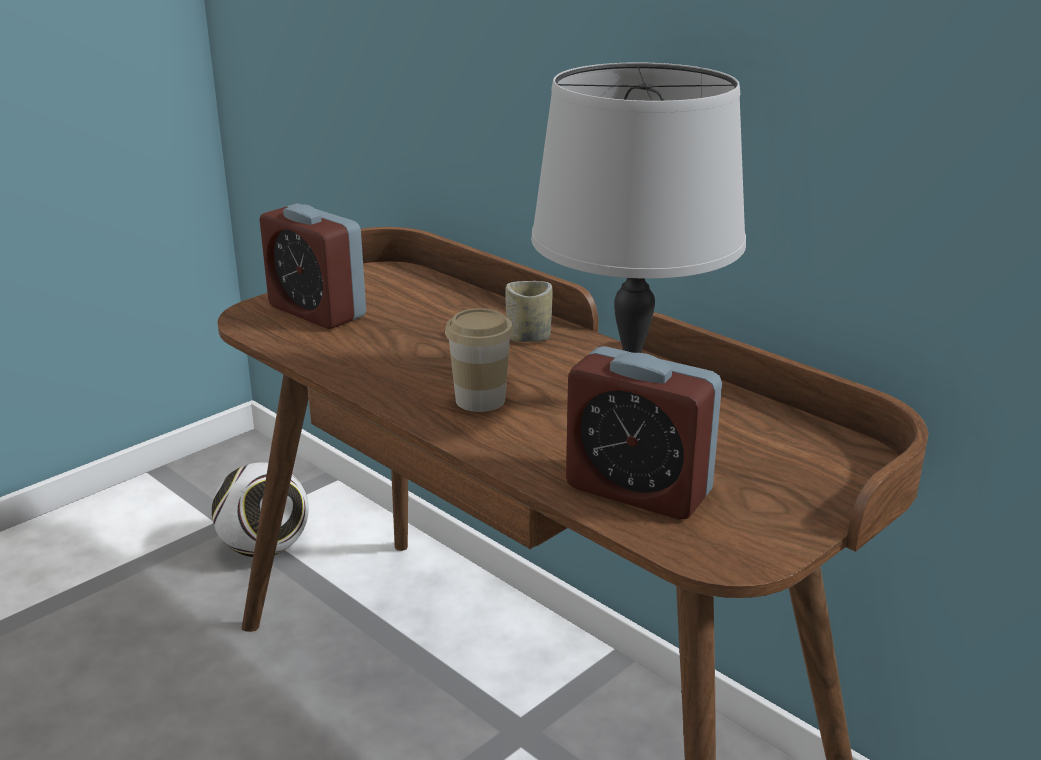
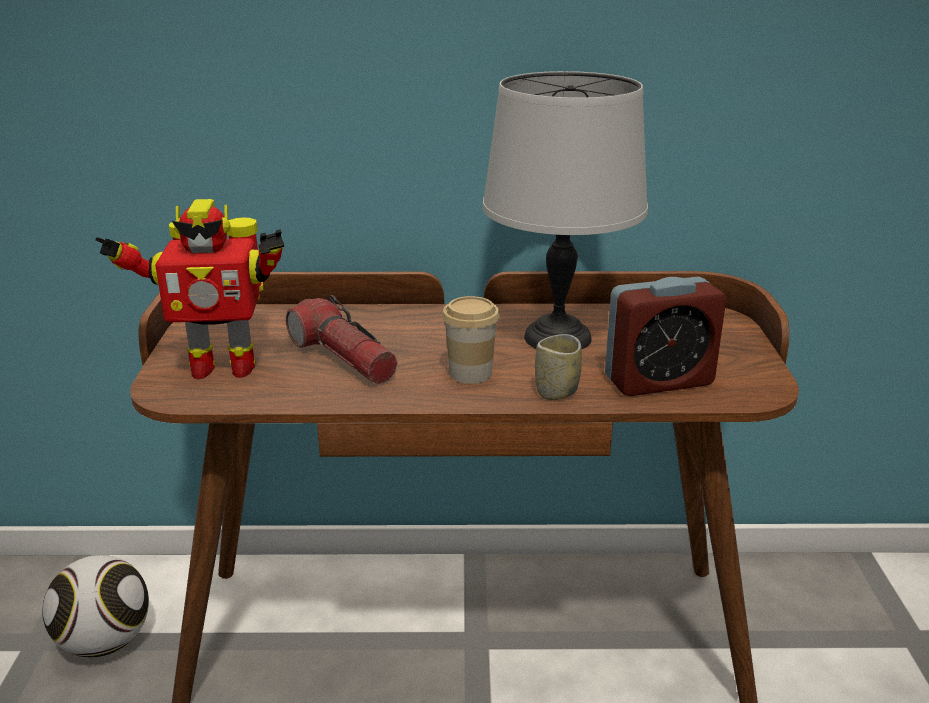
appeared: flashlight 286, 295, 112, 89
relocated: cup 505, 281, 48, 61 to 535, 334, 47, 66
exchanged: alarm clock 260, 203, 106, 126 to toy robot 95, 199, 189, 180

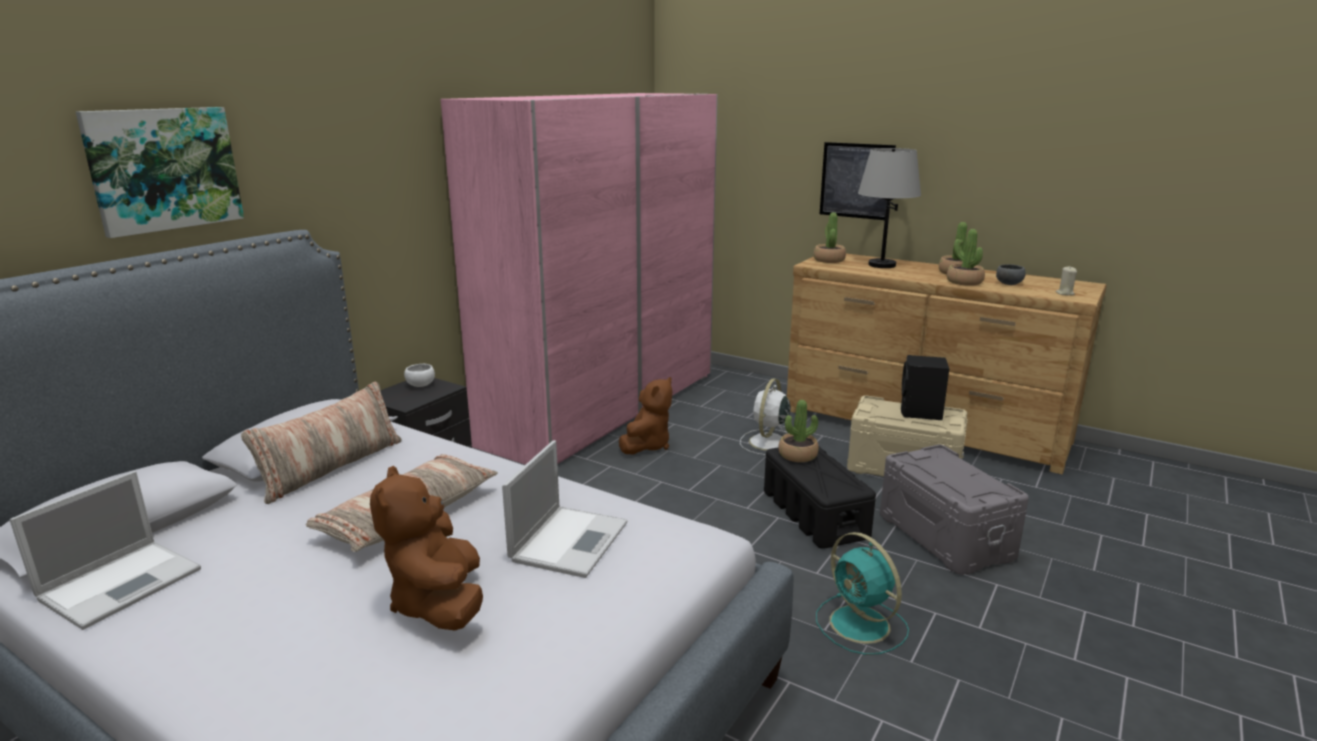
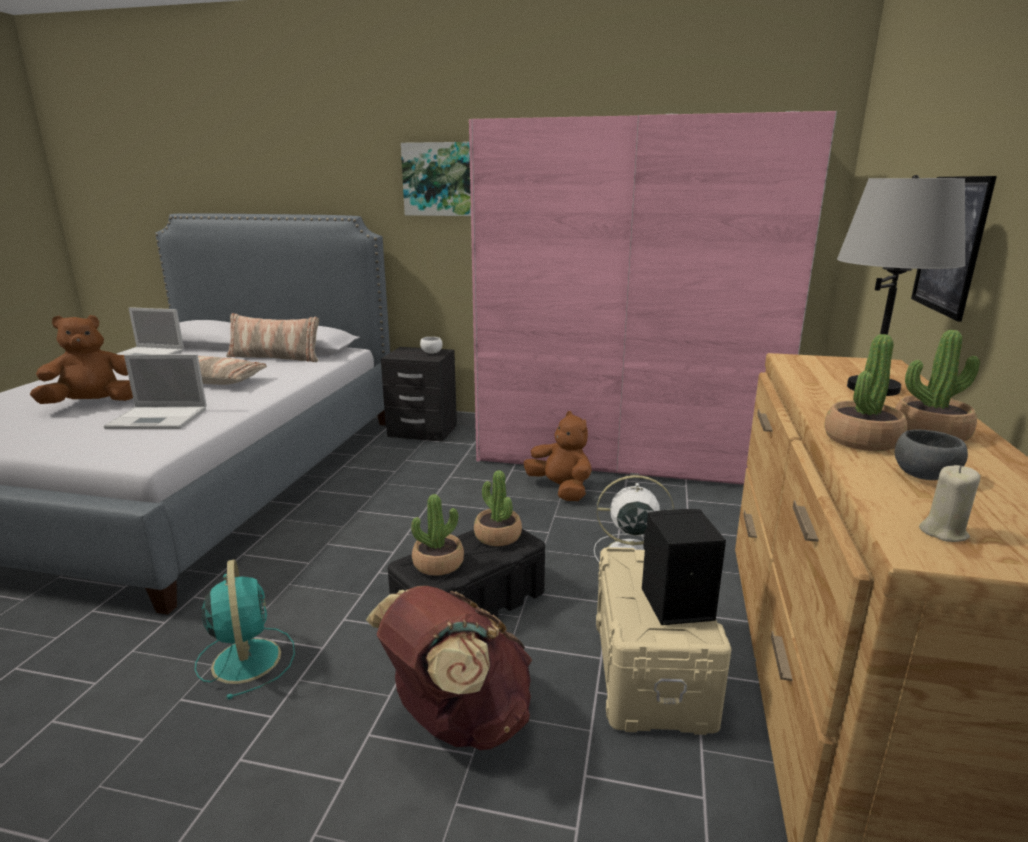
relocated: picture 76, 107, 168, 131 to 401, 142, 70, 74; potted plant 814, 212, 32, 51 to 411, 494, 53, 82
exchanged: grey storage box 880, 445, 149, 130 to brown backpack 366, 586, 166, 164
spun: turquoise fan 816, 532, 93, 123 = 195, 559, 100, 141 120 degrees clockwise; brown plush toy 619, 377, 53, 77 = 524, 411, 68, 90 135 degrees counterclockwise

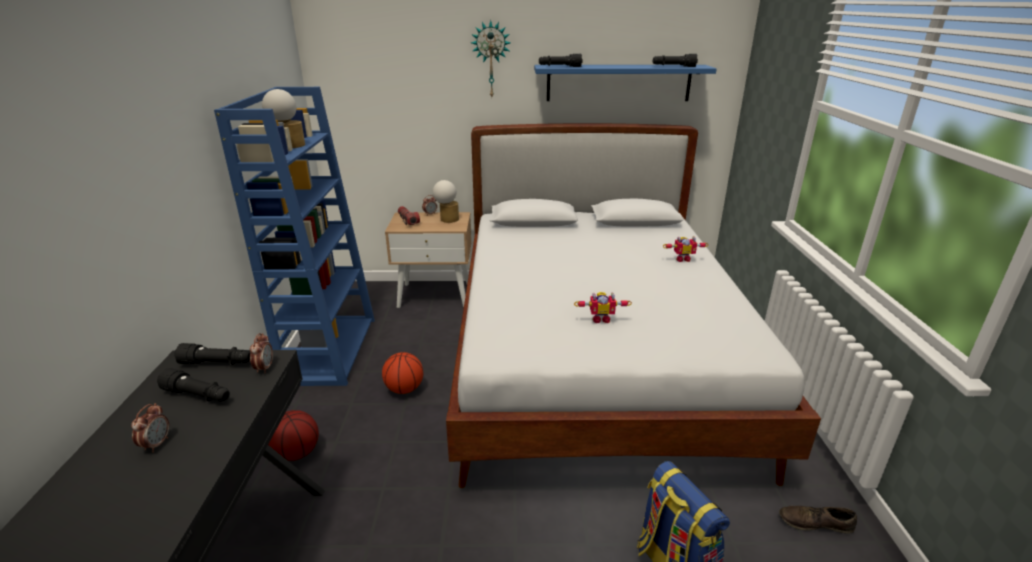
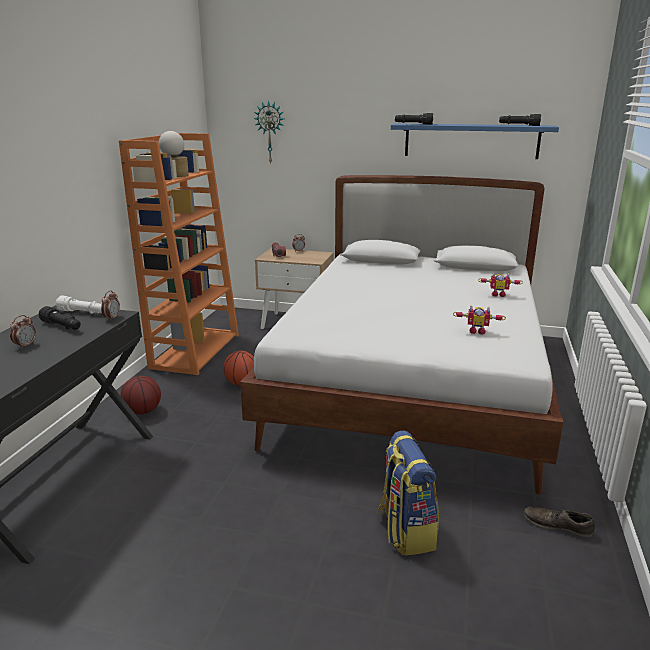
missing: table lamp 433, 180, 26, 43
relocated: wall clock 471, 20, 40, 77 to 253, 100, 31, 64; toy robot 574, 292, 58, 31 to 453, 305, 53, 30
colour: black flashlight 174, 343, 77, 22 to white flashlight 56, 295, 46, 19; blue bookcase 214, 87, 161, 299 to orange bookcase 119, 133, 120, 242

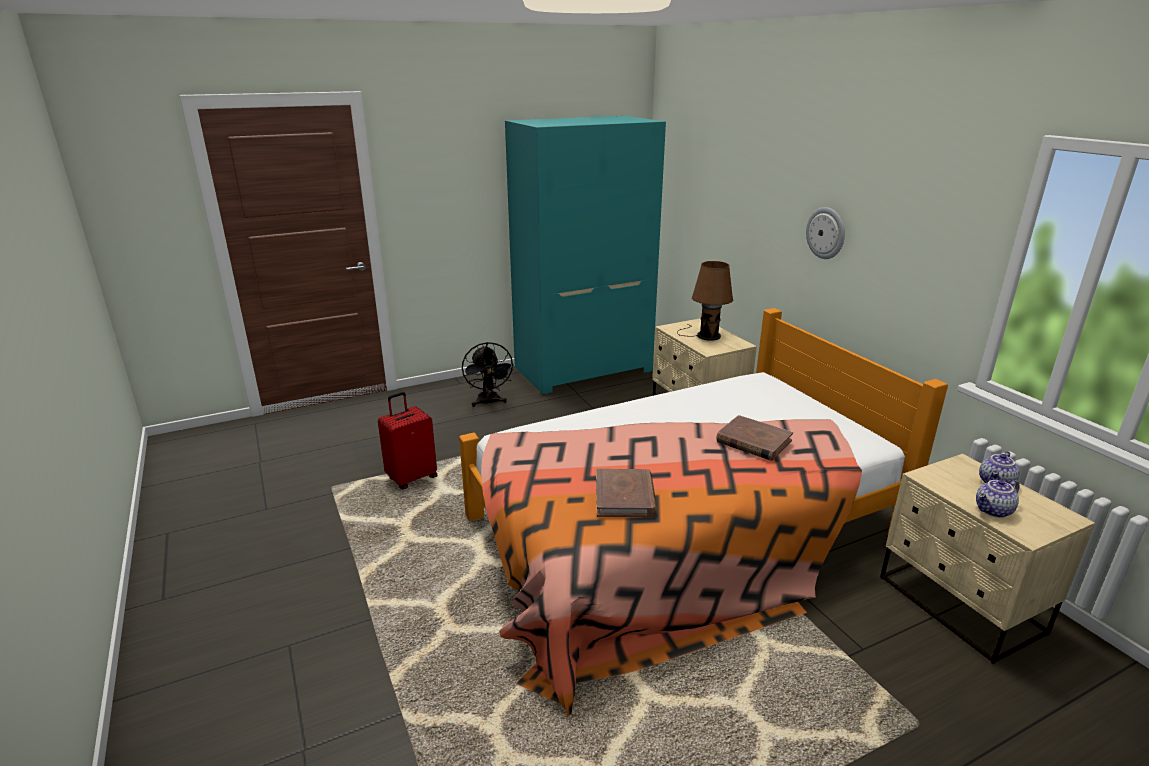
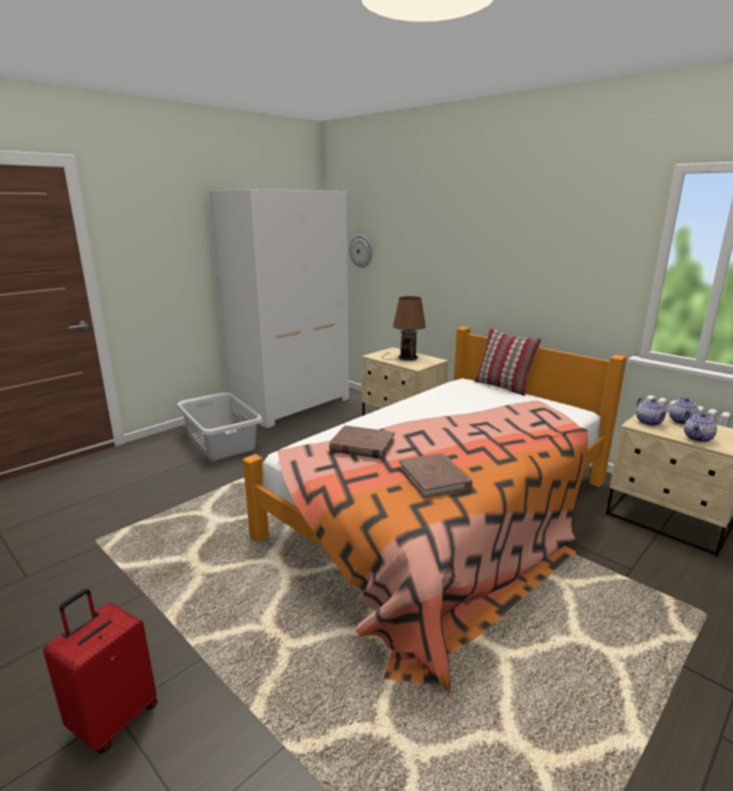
appeared: pillow 474, 328, 67, 68; teapot 636, 397, 32, 29
relocated: red suitcase 378, 392, 59, 97 to 43, 589, 114, 165; brown book 716, 415, 77, 46 to 329, 425, 66, 34; wall clock 806, 207, 39, 52 to 349, 235, 23, 33
exchanged: black fan 462, 342, 52, 65 to grey laundry basket 177, 392, 86, 68
colour: turquoise wardrobe 505, 116, 161, 279 to white wardrobe 209, 189, 140, 240

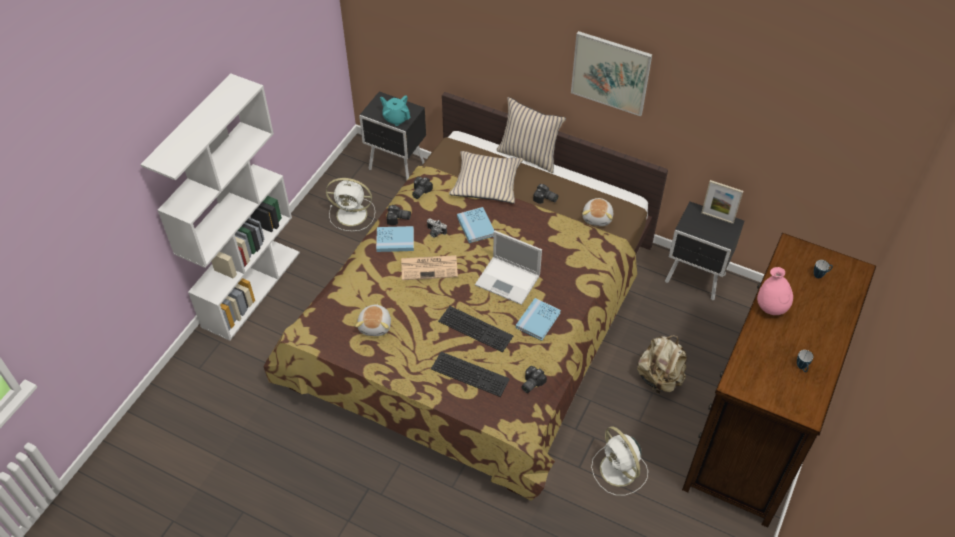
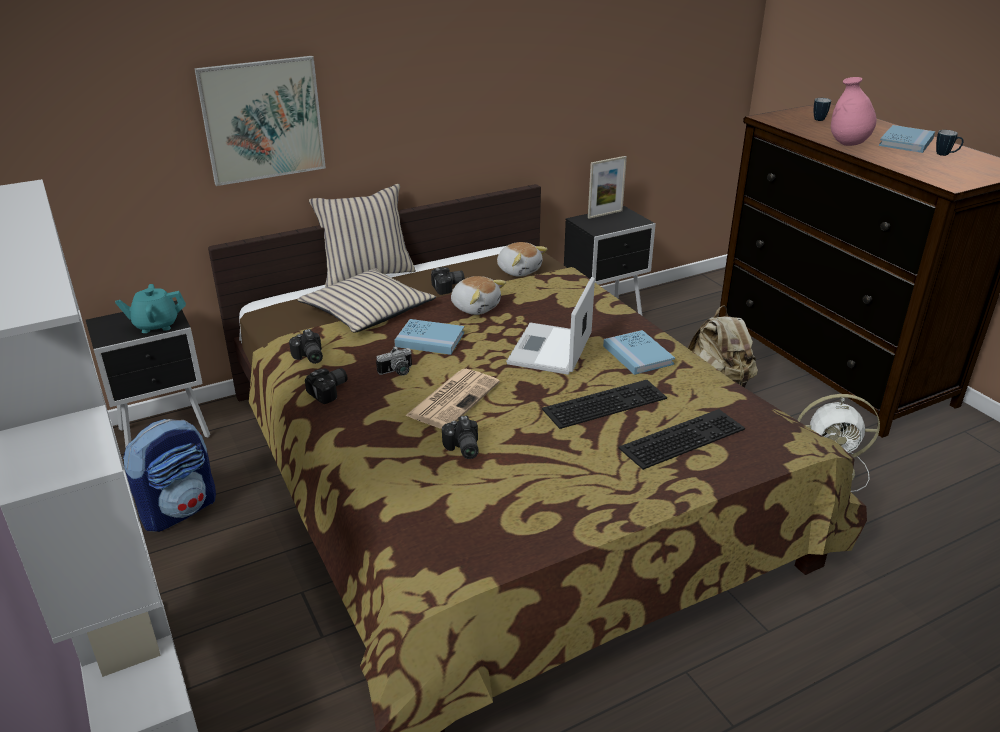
relocated: picture 571, 31, 81, 85 to 194, 56, 132, 130; photo camera 521, 366, 26, 27 to 442, 416, 37, 43; plush toy 355, 304, 36, 32 to 451, 276, 55, 39; blue book 376, 226, 38, 26 to 879, 125, 56, 28
exchanged: white fan 326, 178, 49, 53 to backpack 123, 419, 93, 113
spun: laptop 475, 231, 67, 74 = 506, 277, 89, 98 135 degrees clockwise

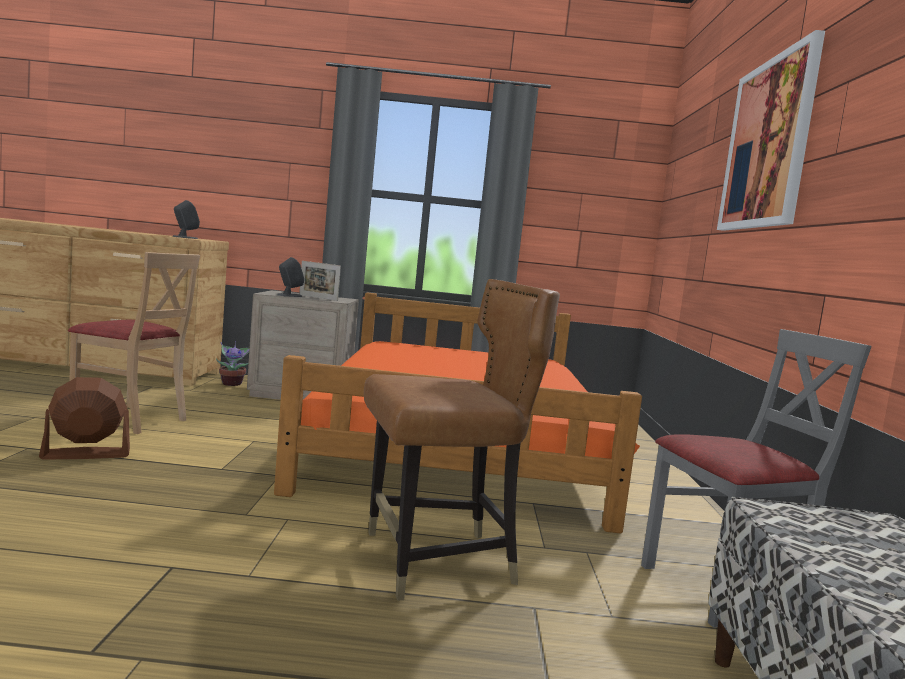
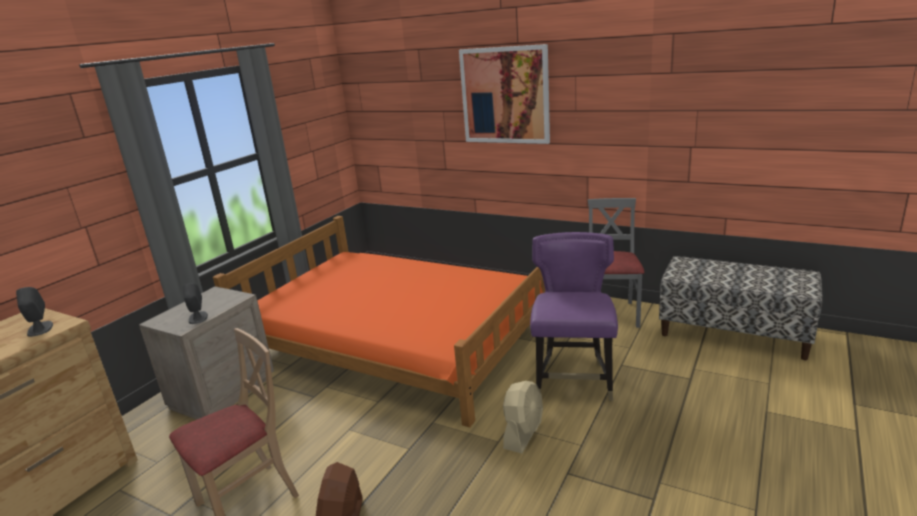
missing: potted plant 216, 341, 33, 45; picture frame 299, 261, 42, 40
appeared: beige fan 503, 381, 40, 72
colour: brown chair 364, 279, 196, 322 to purple chair 530, 232, 88, 169

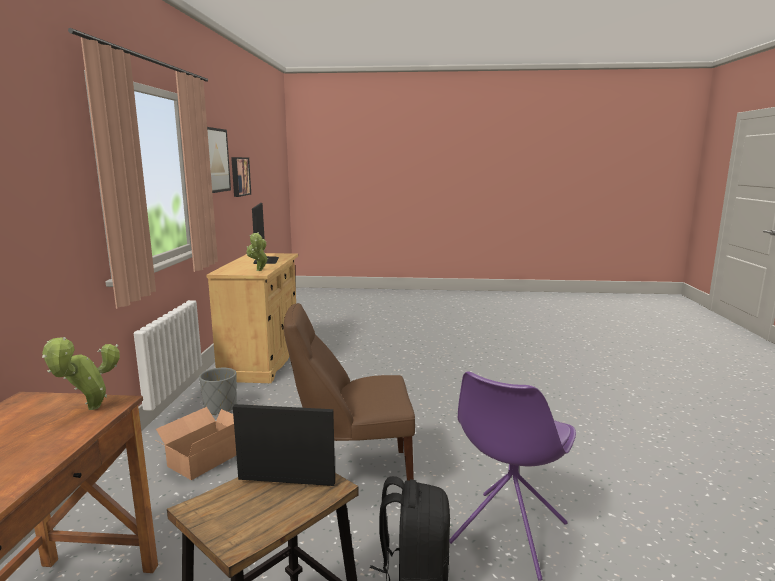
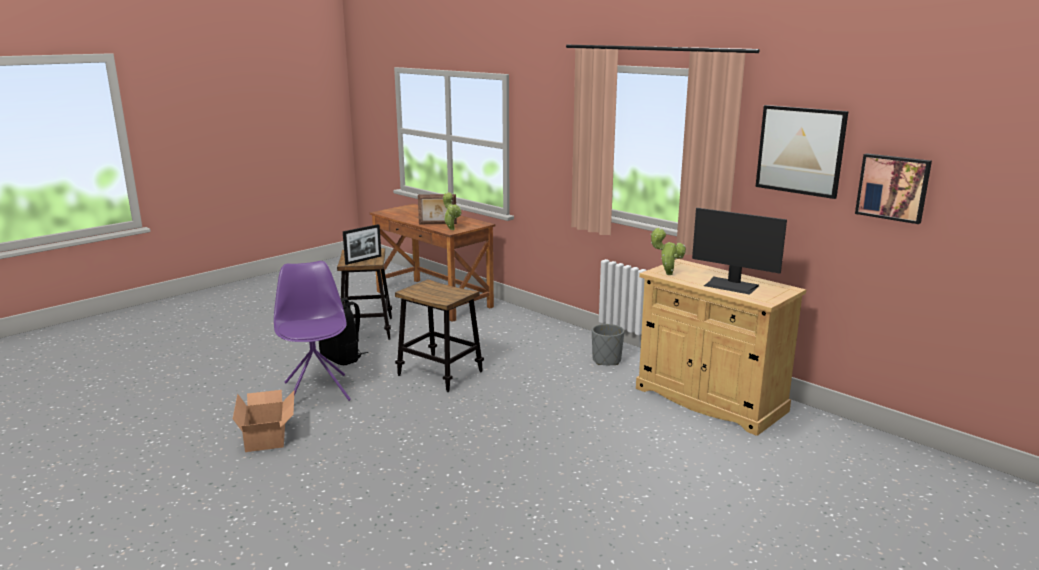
appeared: picture frame 418, 194, 39, 30
relocated: cardboard box 156, 407, 80, 73 to 233, 390, 61, 62
exchanged: brown chair 284, 303, 131, 178 to stool 395, 279, 89, 113

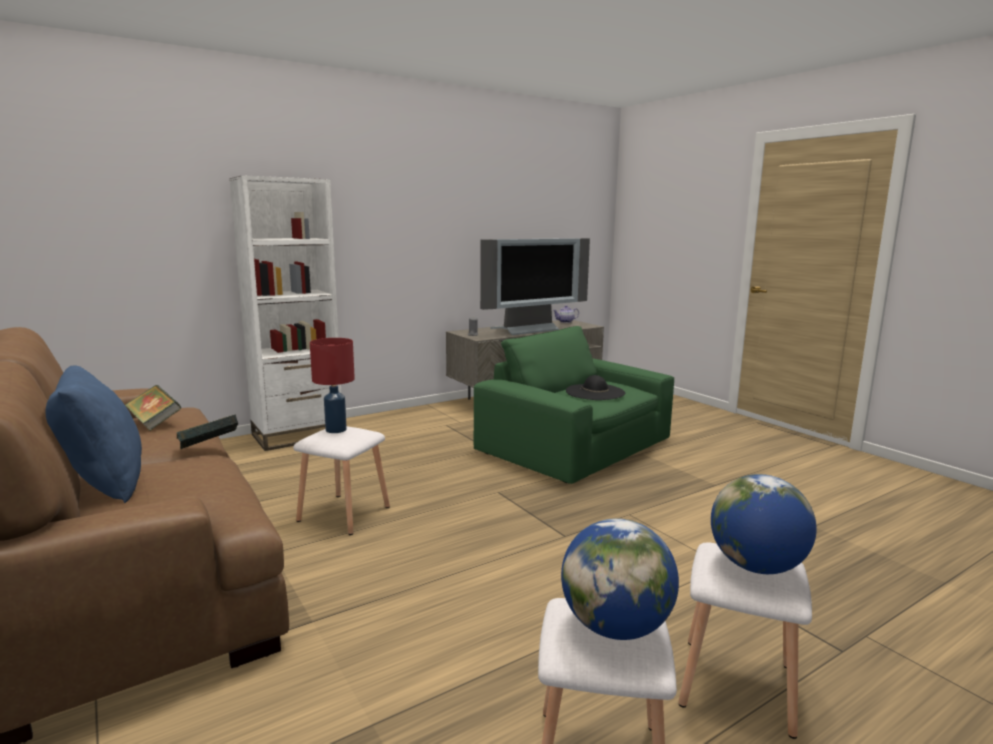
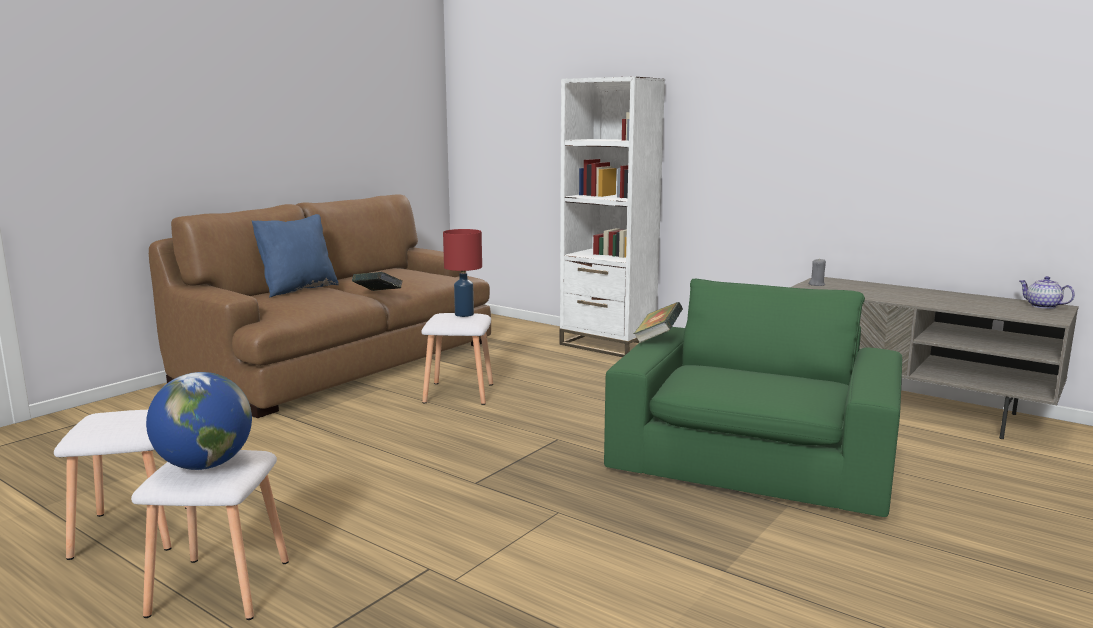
missing: television 480, 238, 110, 97; globe 561, 518, 118, 122; black hat 566, 375, 59, 25
relocated: book 125, 385, 56, 46 to 634, 302, 49, 41

